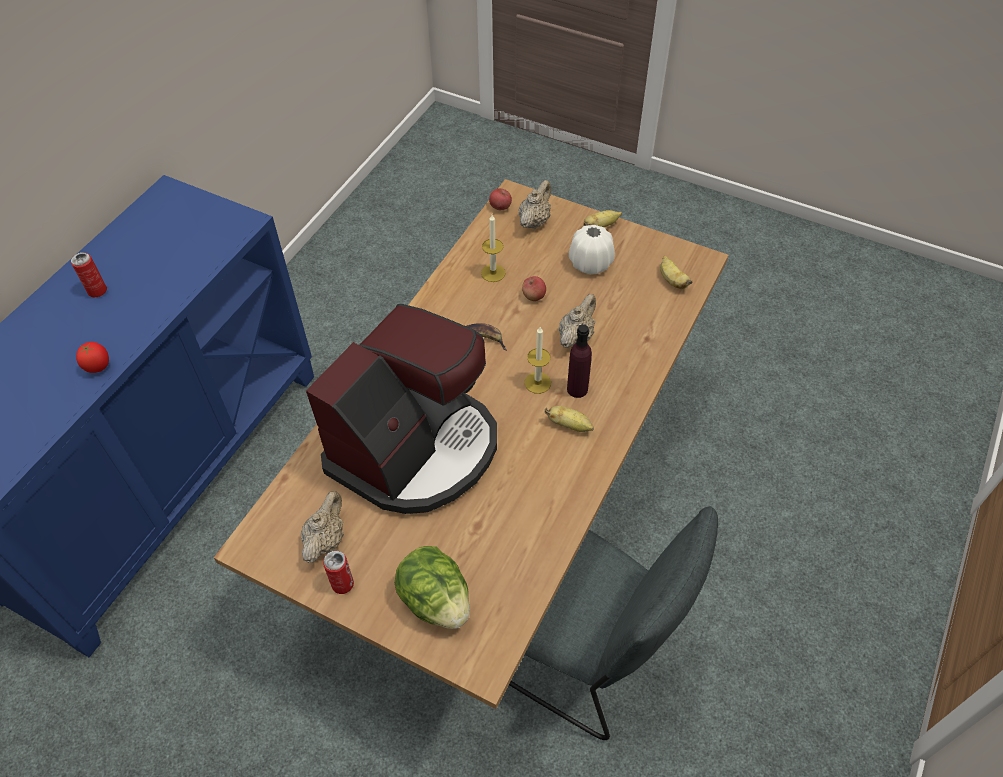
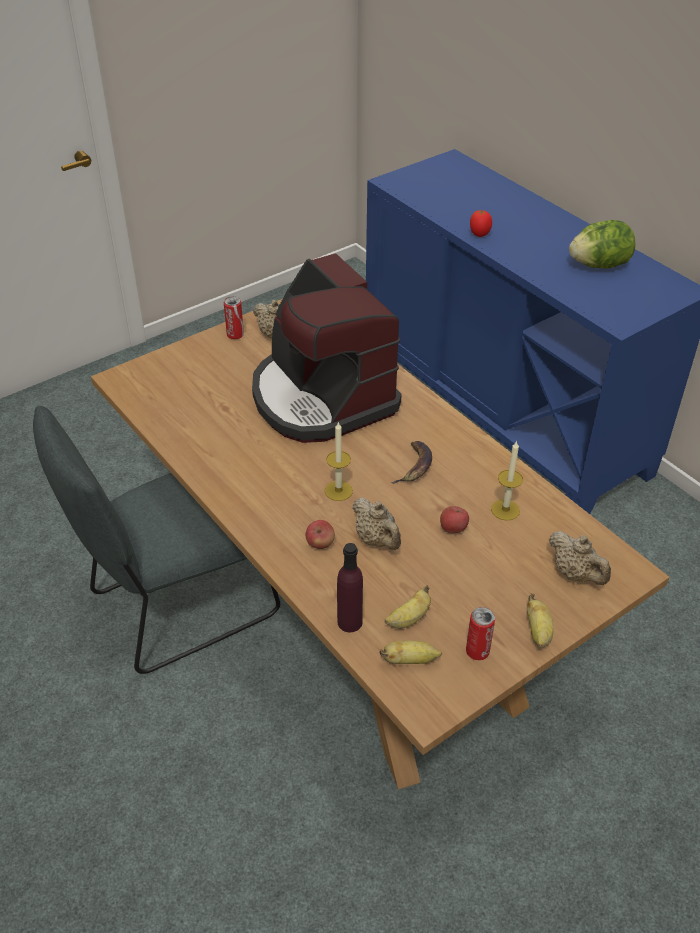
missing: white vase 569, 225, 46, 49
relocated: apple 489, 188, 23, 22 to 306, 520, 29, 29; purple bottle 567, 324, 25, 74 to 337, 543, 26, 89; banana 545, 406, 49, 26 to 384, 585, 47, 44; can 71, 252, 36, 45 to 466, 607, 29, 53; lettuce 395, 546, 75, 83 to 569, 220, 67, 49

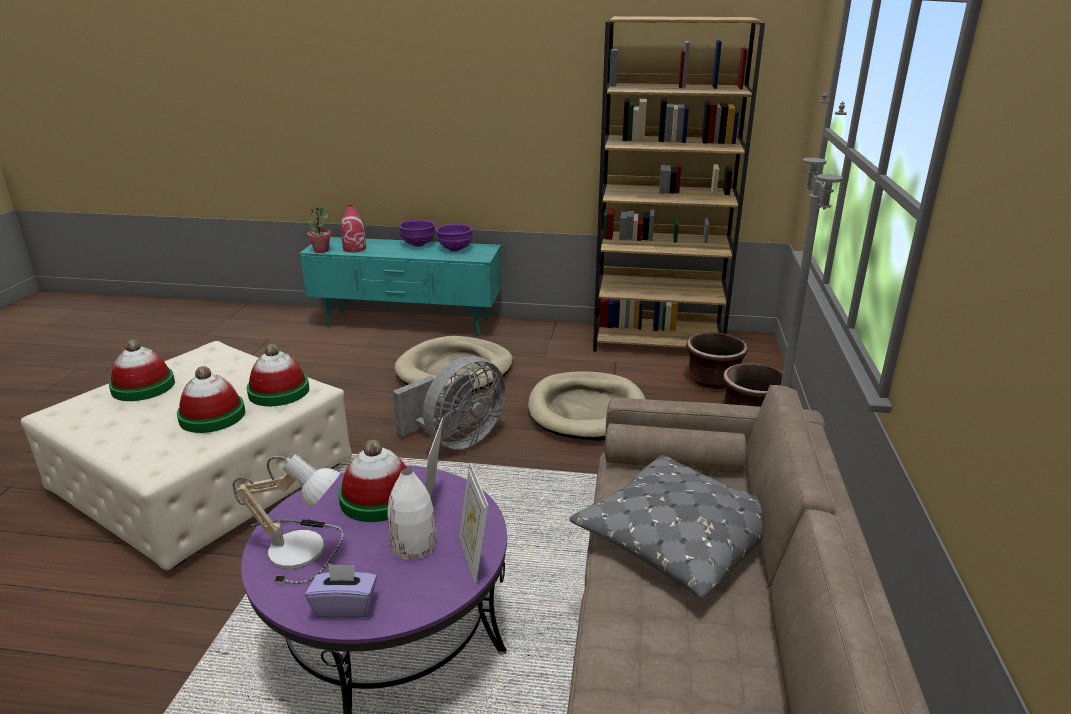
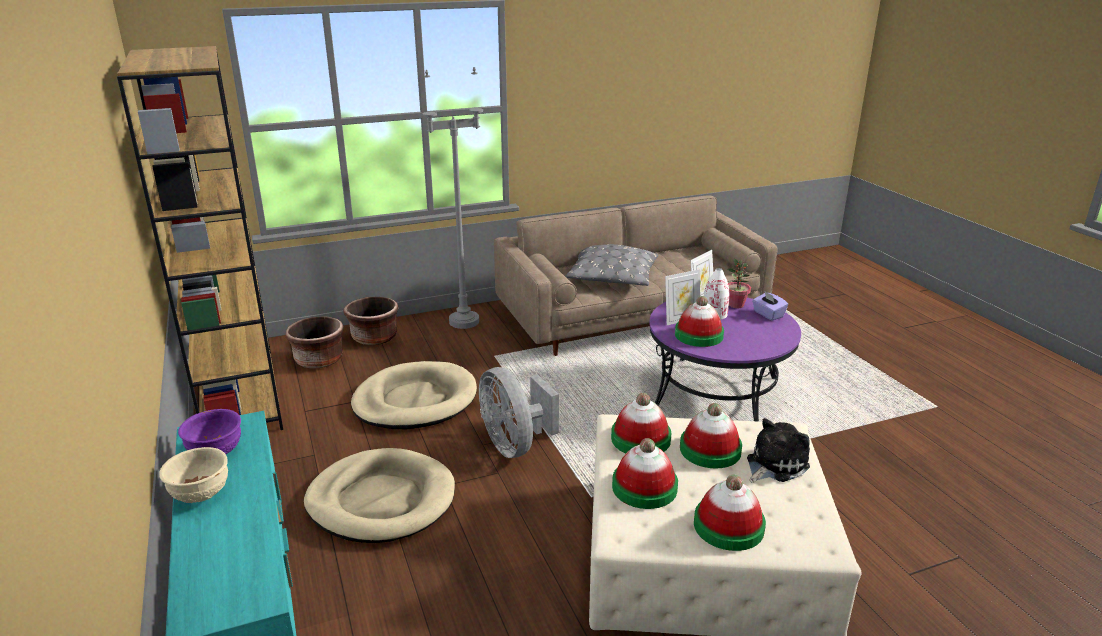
missing: table lamp 232, 454, 112, 131; red vase 341, 205, 25, 47
appeared: hat 612, 438, 66, 71; plush toy 747, 418, 63, 65
relocated: potted plant 307, 207, 25, 46 to 727, 259, 24, 49
colour: purple bowl 399, 220, 37, 27 to beige bowl 159, 447, 69, 56
spun: grey fan 392, 356, 114, 93 = 479, 367, 80, 91 135 degrees counterclockwise

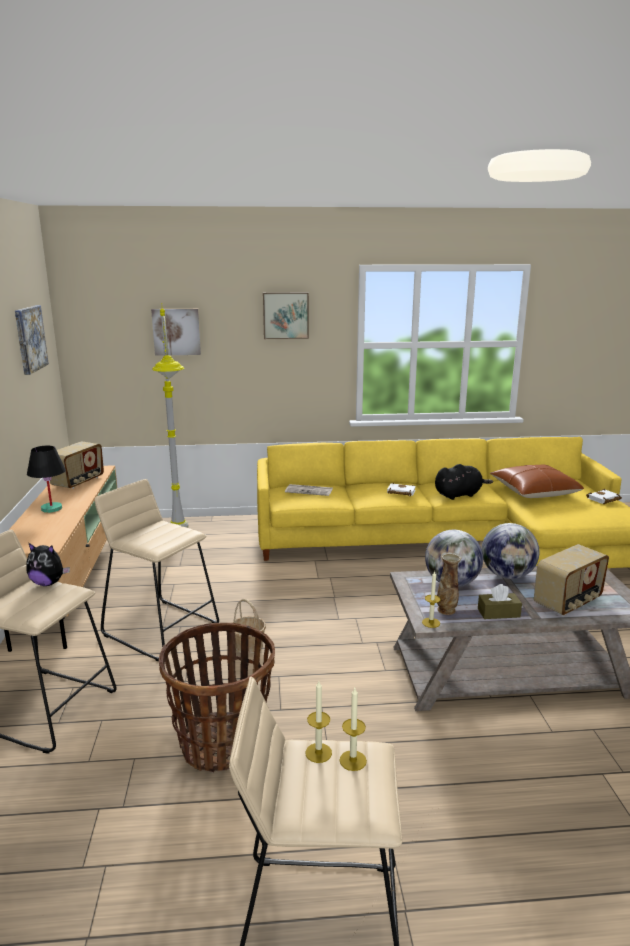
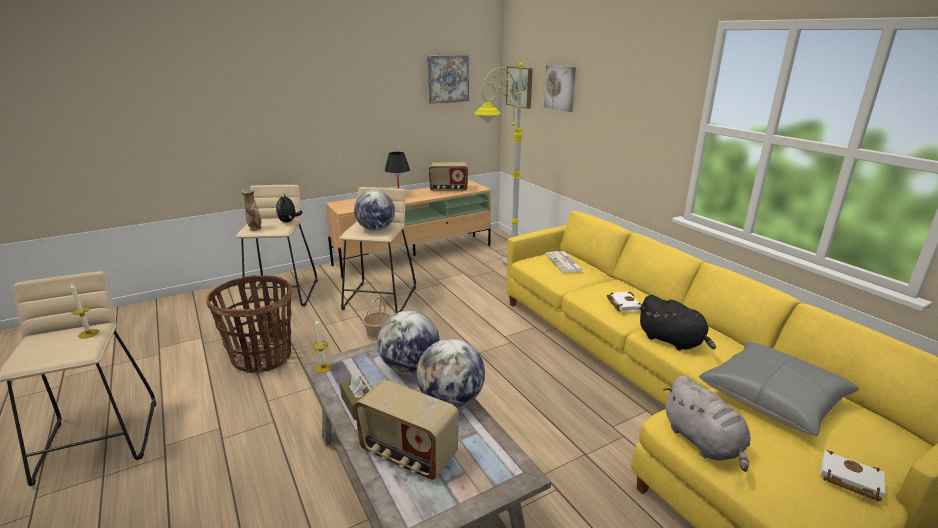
missing: candle 340, 688, 27, 83
appeared: globe 354, 190, 41, 41; grey plush toy 663, 376, 88, 96
relocated: vase 437, 552, 24, 63 to 241, 189, 21, 42; picture 263, 292, 46, 47 to 506, 66, 27, 43
colour: brown pillow 490, 465, 94, 33 to grey pillow 699, 342, 160, 94

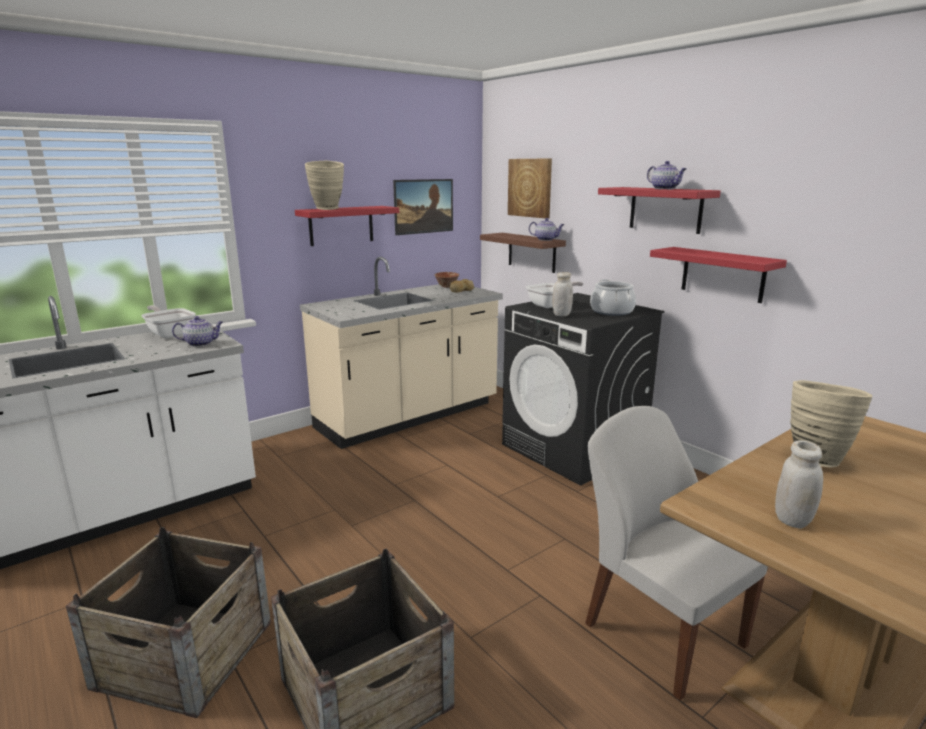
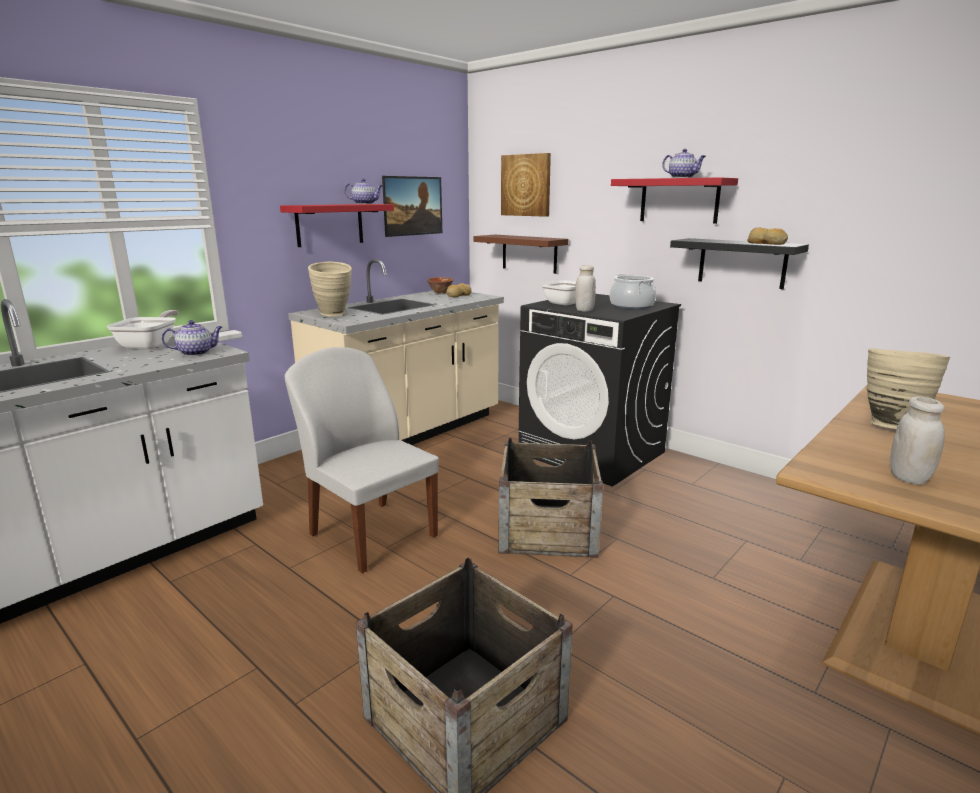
appeared: bread 747, 228, 41, 17
relocated: white chair 585, 406, 183, 295 to 285, 347, 154, 226; beige vase 305, 161, 39, 49 to 308, 261, 44, 56; teapot 529, 218, 35, 23 to 345, 179, 38, 25; crate 66, 527, 205, 191 to 499, 438, 104, 120
colour: red shelf 650, 247, 137, 56 to black shelf 670, 238, 139, 51
spun: frying pan 141, 305, 55, 33 = 107, 310, 72, 40 60 degrees clockwise

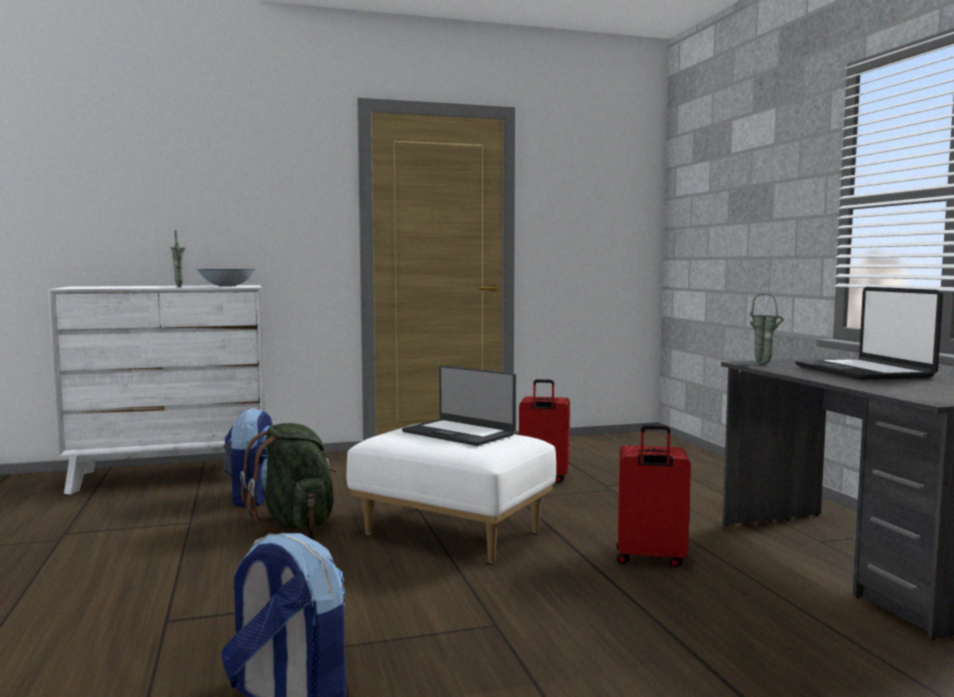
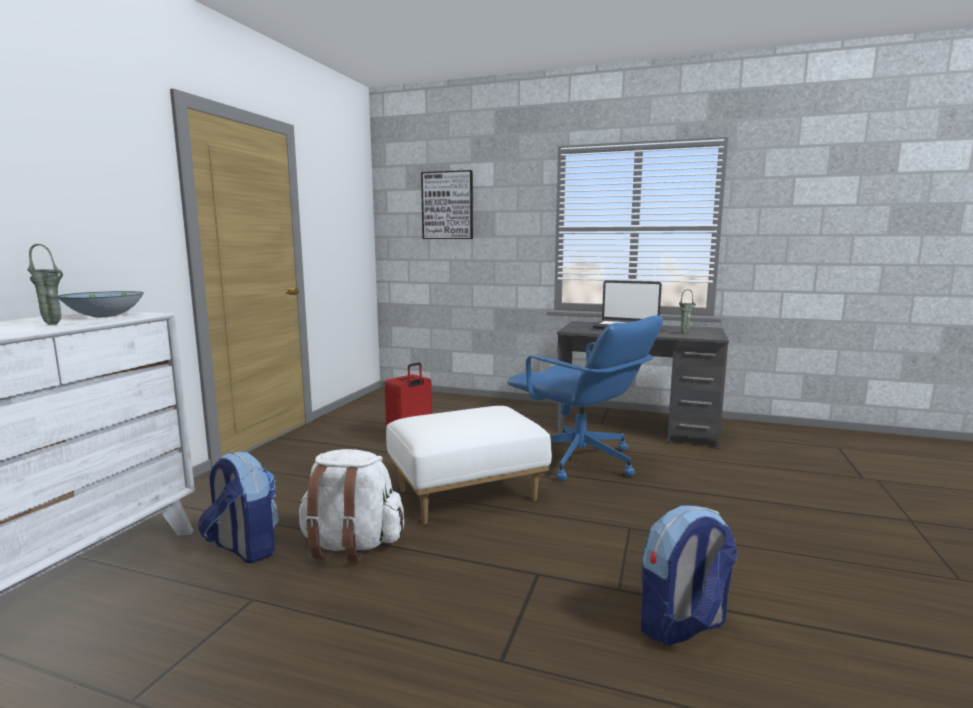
missing: laptop 402, 365, 114, 81
appeared: picture 421, 170, 52, 69
relocated: green vase 750, 293, 34, 71 to 679, 289, 17, 45
exchanged: red suitcase 616, 425, 75, 143 to blue office chair 507, 316, 156, 165
colour: green backpack 240, 423, 97, 109 to white backpack 298, 449, 106, 112

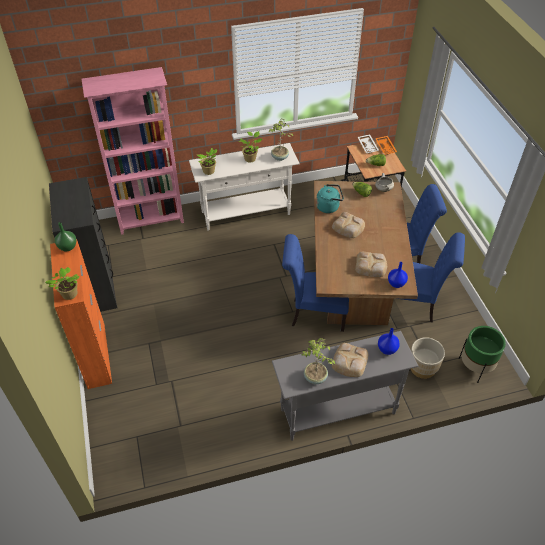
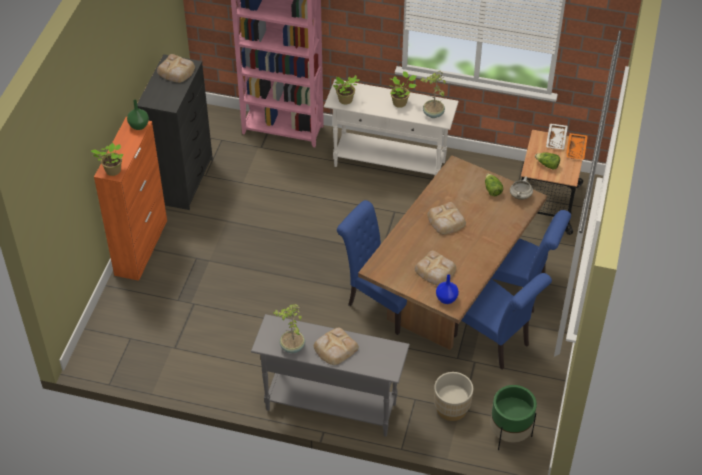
missing: turquoise kettle 316, 184, 28, 29; blue vase 378, 328, 22, 27
appeared: bread 157, 54, 38, 29

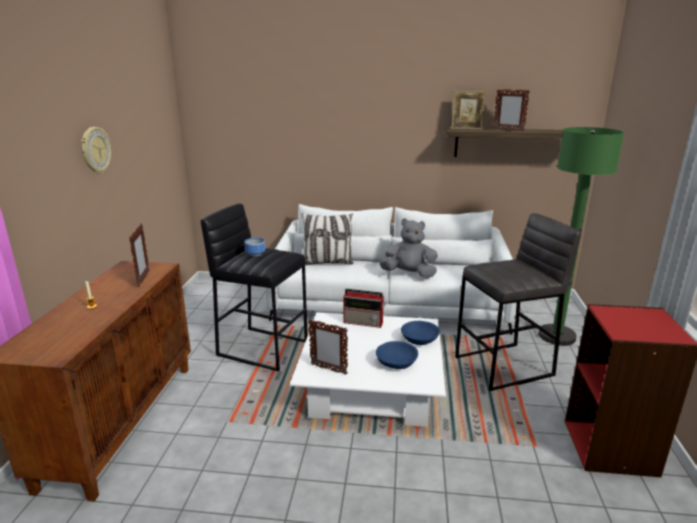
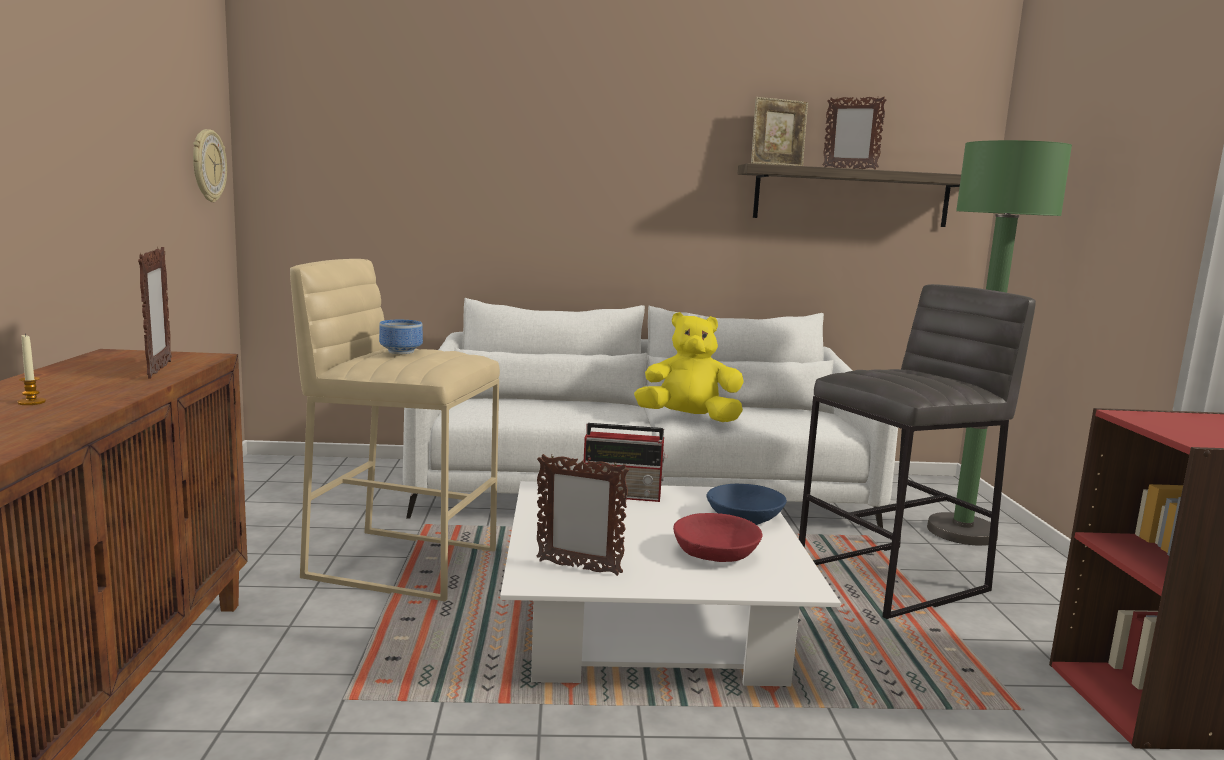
missing: pillow 302, 213, 52, 52
relocated: wall clock 81, 127, 30, 47 to 193, 129, 34, 73
colour: black stool 201, 203, 106, 168 to beige stool 290, 259, 210, 342; grey plush toy 379, 218, 59, 60 to yellow plush toy 634, 312, 110, 110; blue bowl 376, 341, 42, 28 to red bowl 673, 513, 89, 49

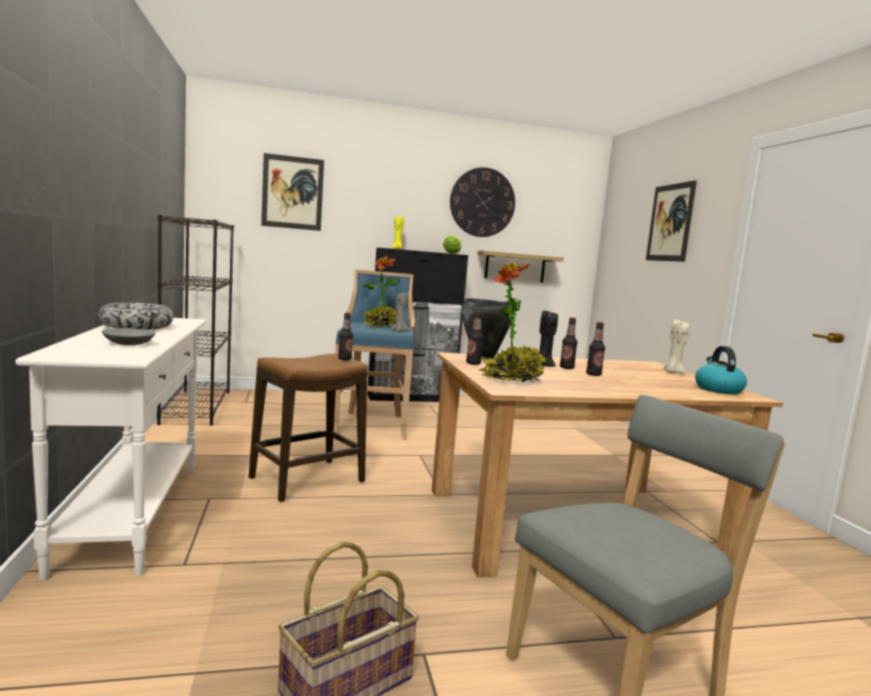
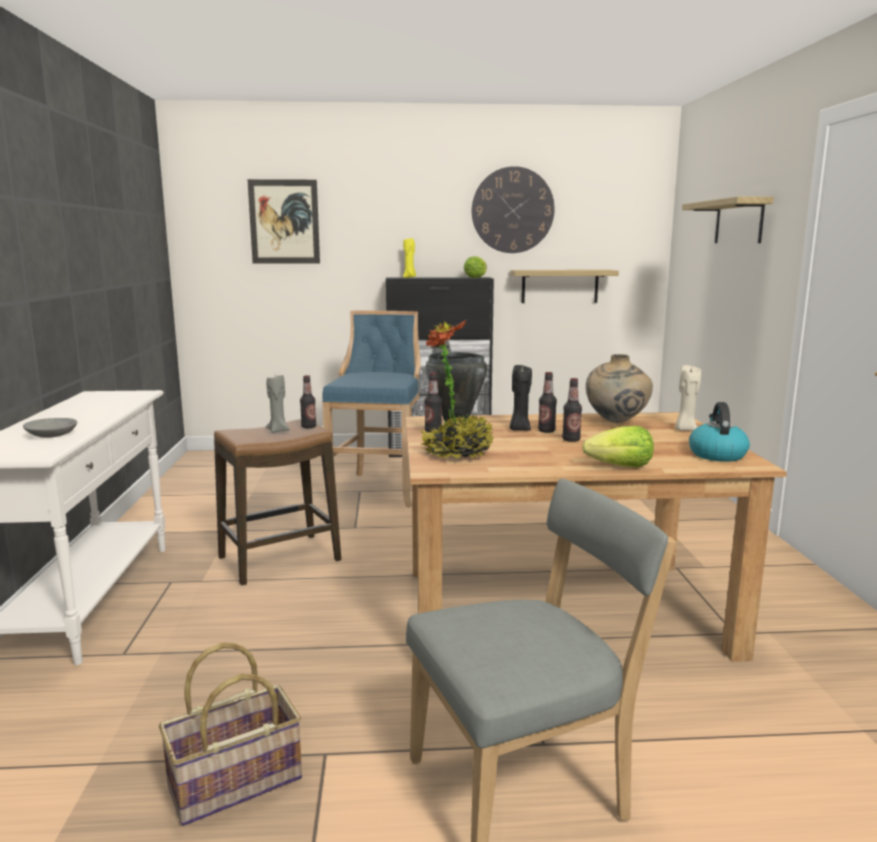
missing: bowl 99, 303, 74, 27; black bookcase 157, 215, 77, 211; potted plant 362, 256, 39, 71
appeared: lettuce 582, 426, 72, 41; beige vase 586, 354, 67, 69
relocated: grey candle 391, 292, 18, 40 to 266, 375, 24, 58
exchanged: picture 646, 180, 51, 82 to shelf 682, 197, 92, 46

